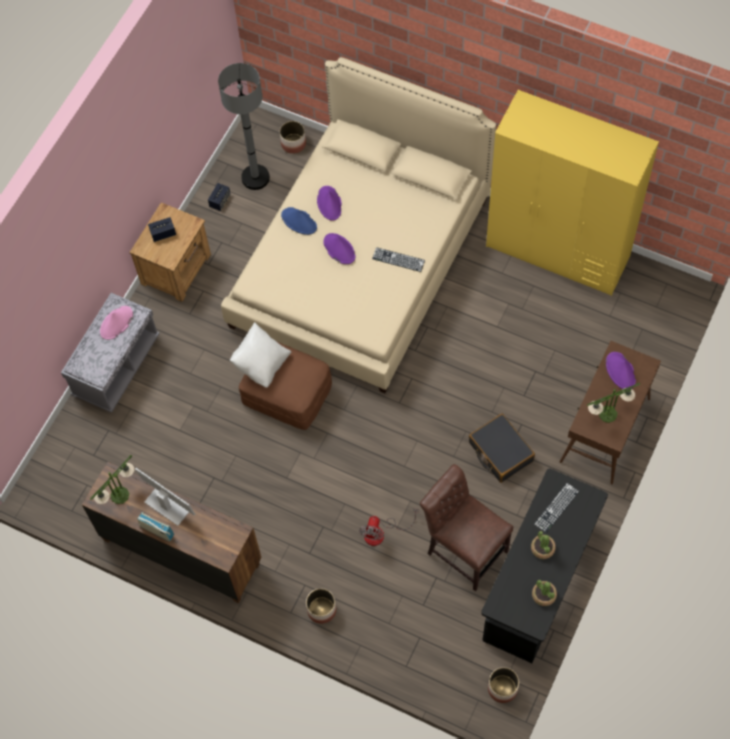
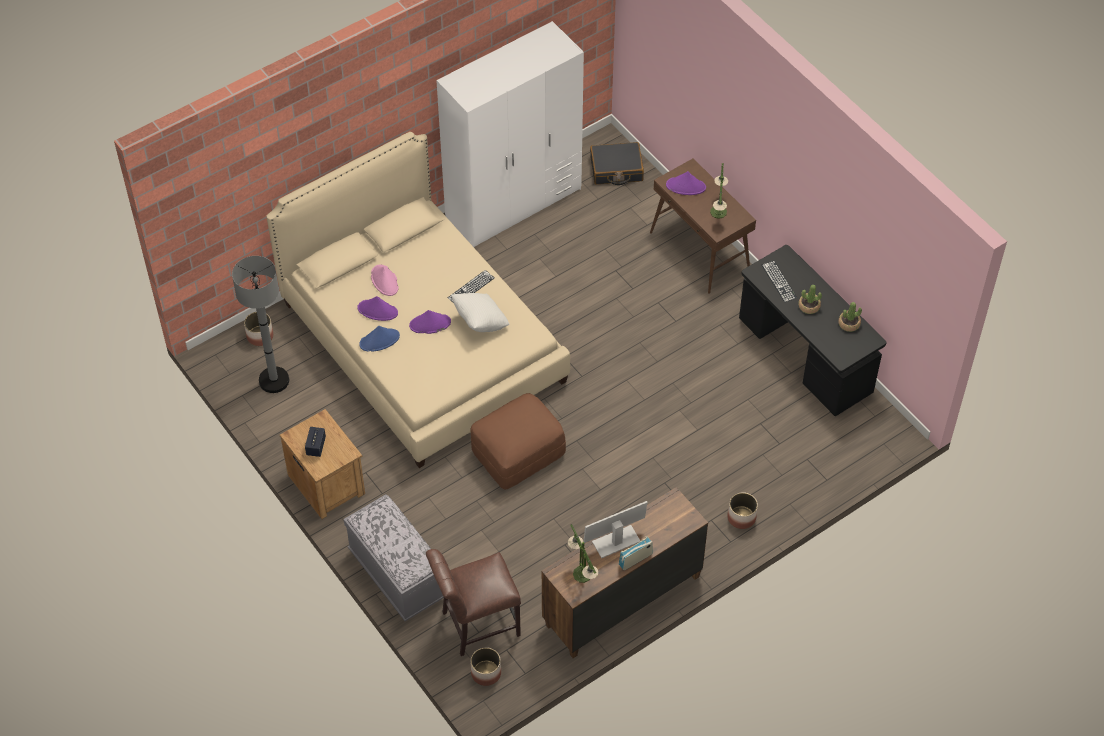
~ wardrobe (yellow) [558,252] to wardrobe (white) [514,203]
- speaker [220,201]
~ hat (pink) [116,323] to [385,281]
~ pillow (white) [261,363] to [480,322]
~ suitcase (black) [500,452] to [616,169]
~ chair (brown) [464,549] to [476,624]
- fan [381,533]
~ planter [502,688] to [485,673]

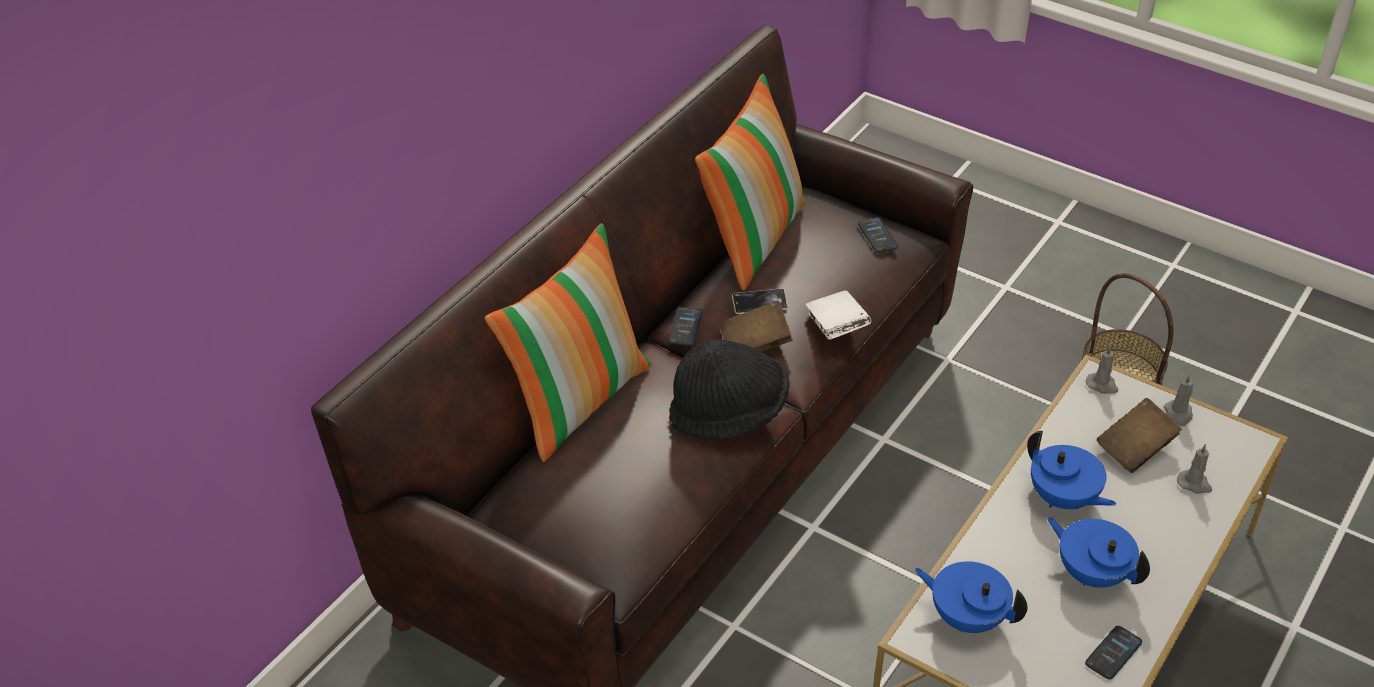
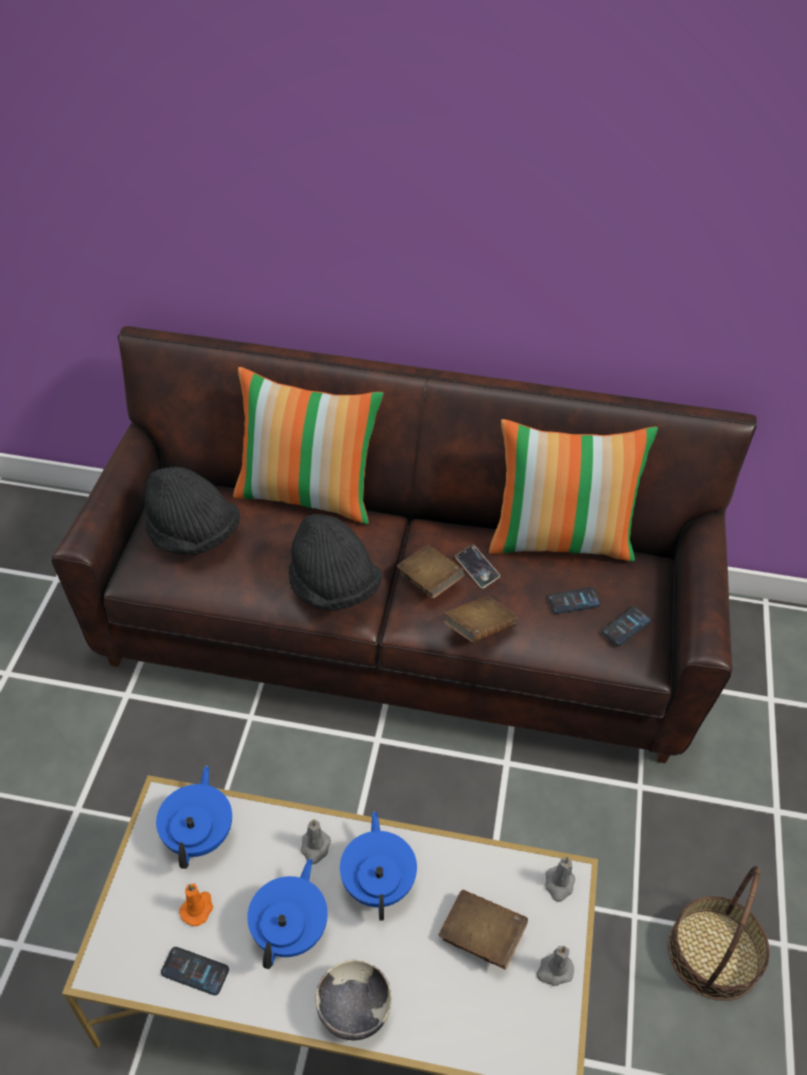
~ book (white) [836,328] to book (brown) [479,630]
~ phone [685,327] to [573,601]
~ teapot (blue) [1063,499] = [378,882] 150 degrees clockwise
~ candle (grey) [1194,484] to [315,848]
+ hat (black) [193,535]
+ candle (orange) [197,908]
+ bowl [353,1011]

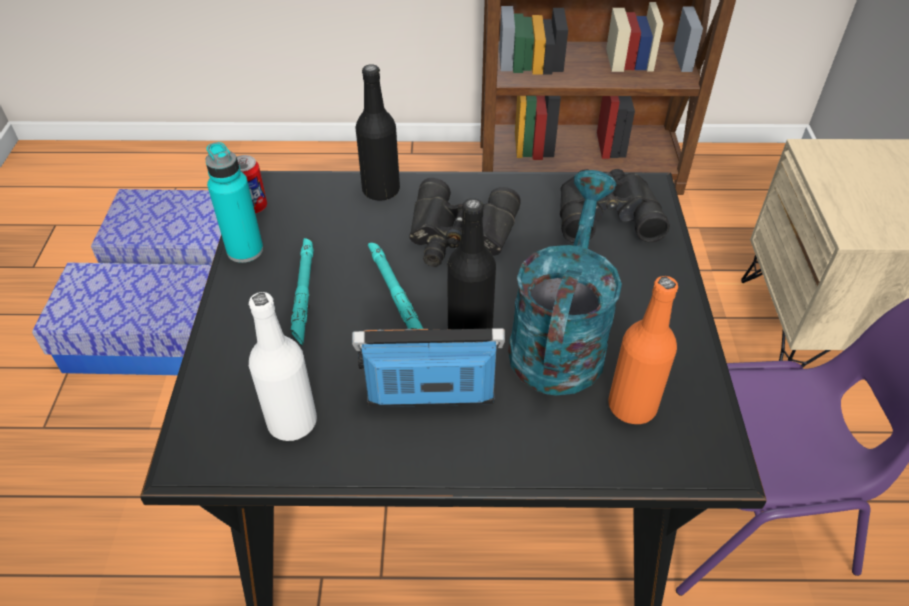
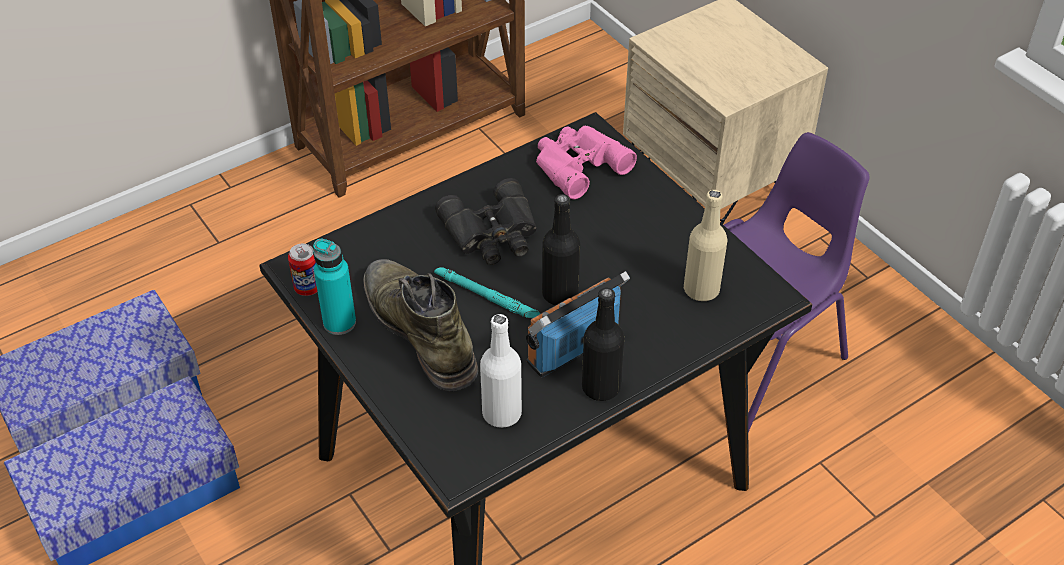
~ bottle (black) [381,190] to [601,387]
~ binoculars (black) [605,212] to binoculars (pink) [577,165]
- watering can (turquoise) [560,338]
~ flashlight (turquoise) [304,293] to boot (green) [420,330]
~ bottle (orange) [632,406] to bottle (beige) [701,289]

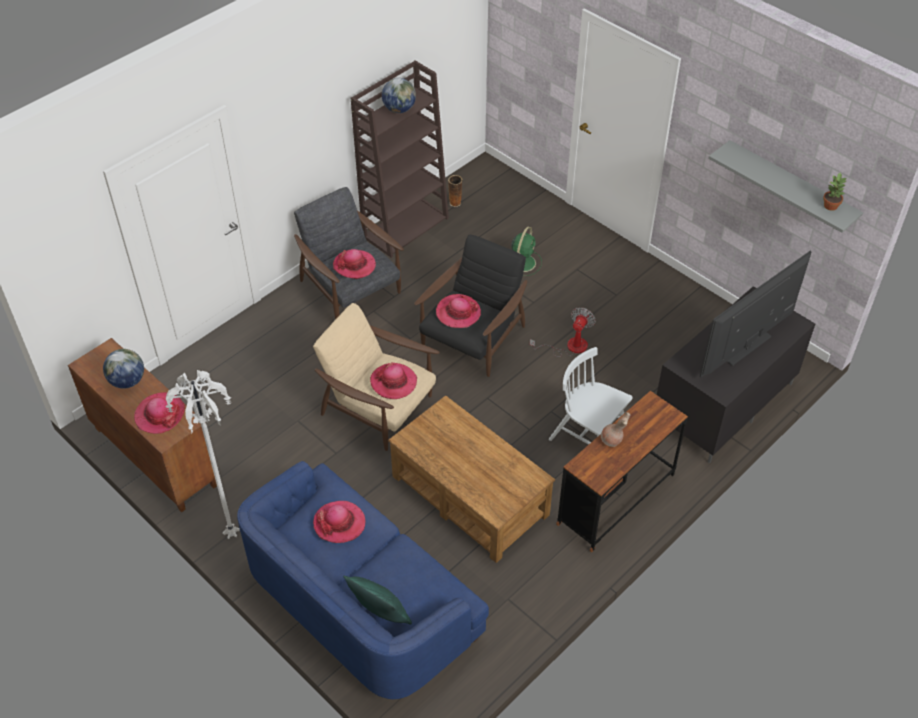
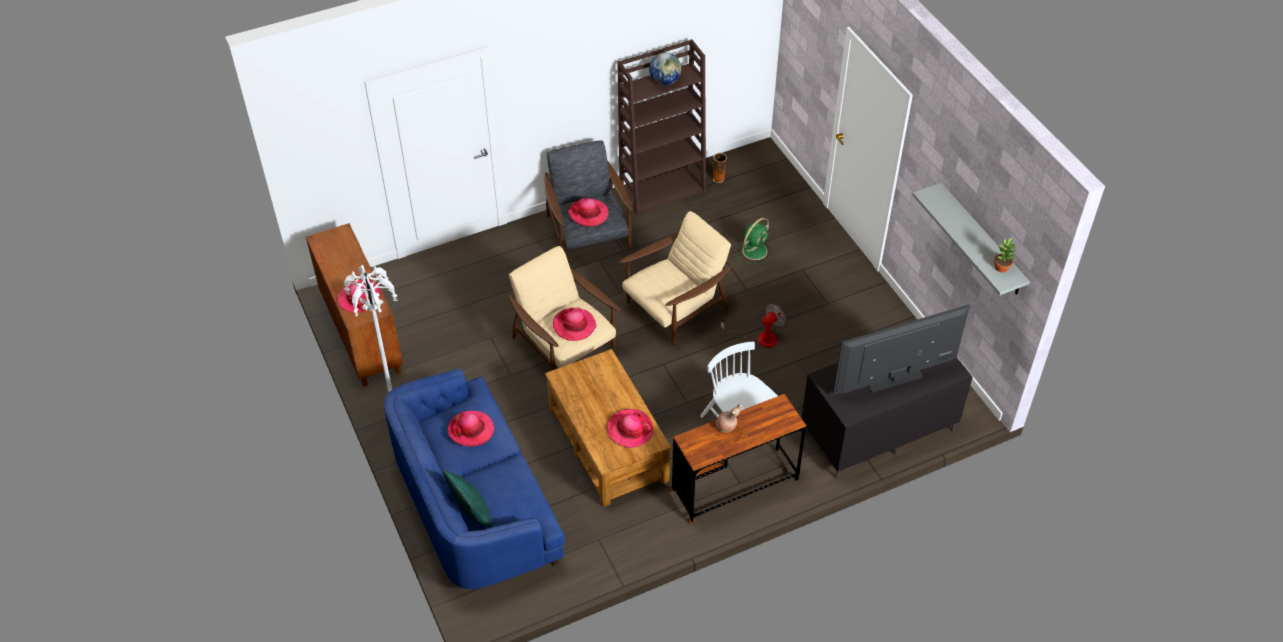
~ armchair (black) [473,339] to armchair (beige) [675,308]
~ hat [458,313] to [630,430]
- globe [127,381]

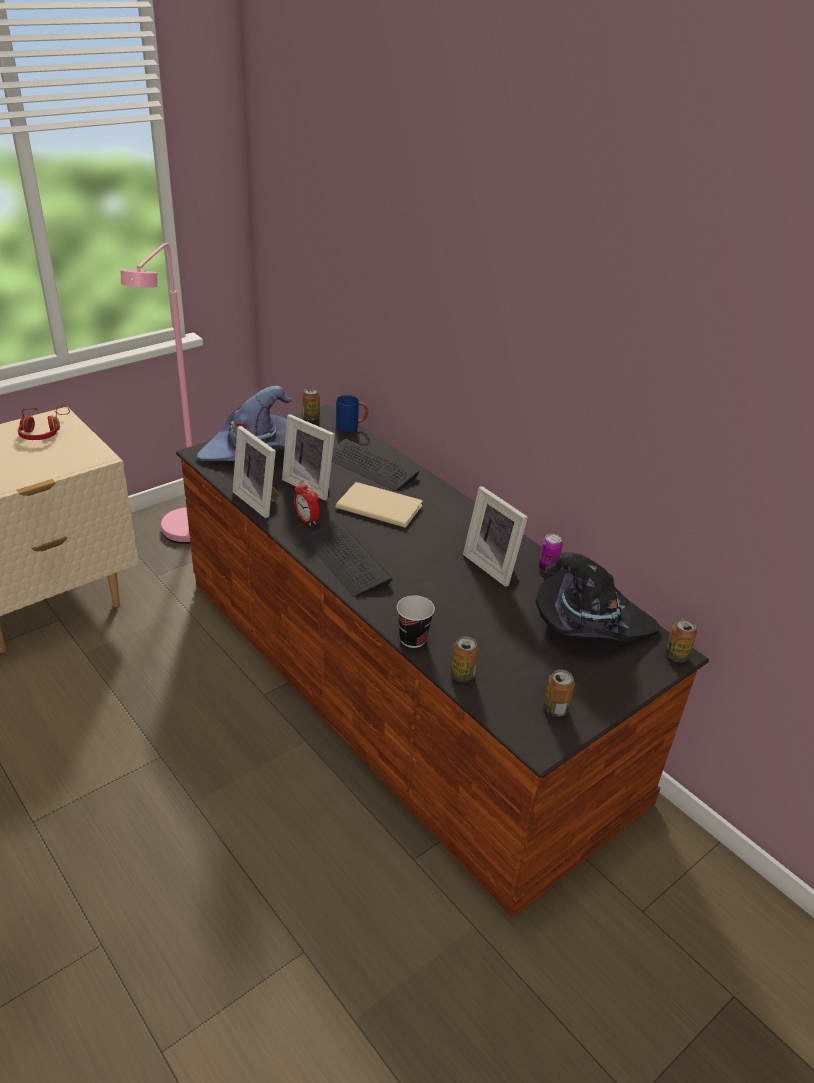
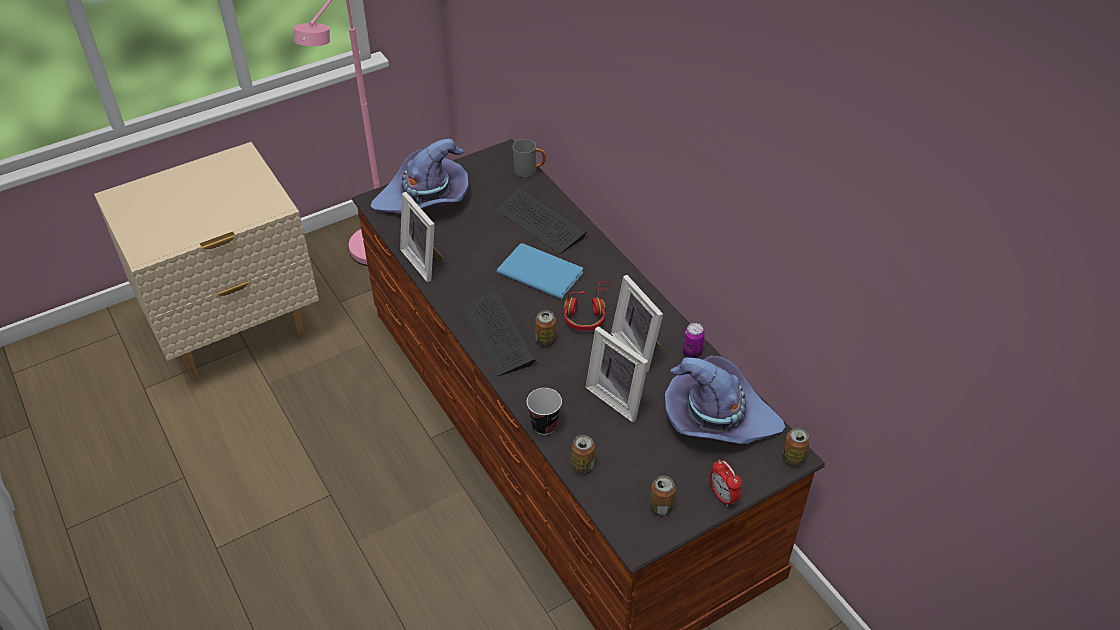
~ can [311,417] to [545,340]
~ mug (blue) [351,427] to mug (grey) [529,171]
~ headphones (red) [44,431] to [587,313]
~ picture frame [311,485] to [618,397]
~ alarm clock [307,520] to [722,496]
~ book (beige) [378,505] to book (blue) [539,270]
~ hat (black) [589,623] to hat (purple) [717,418]

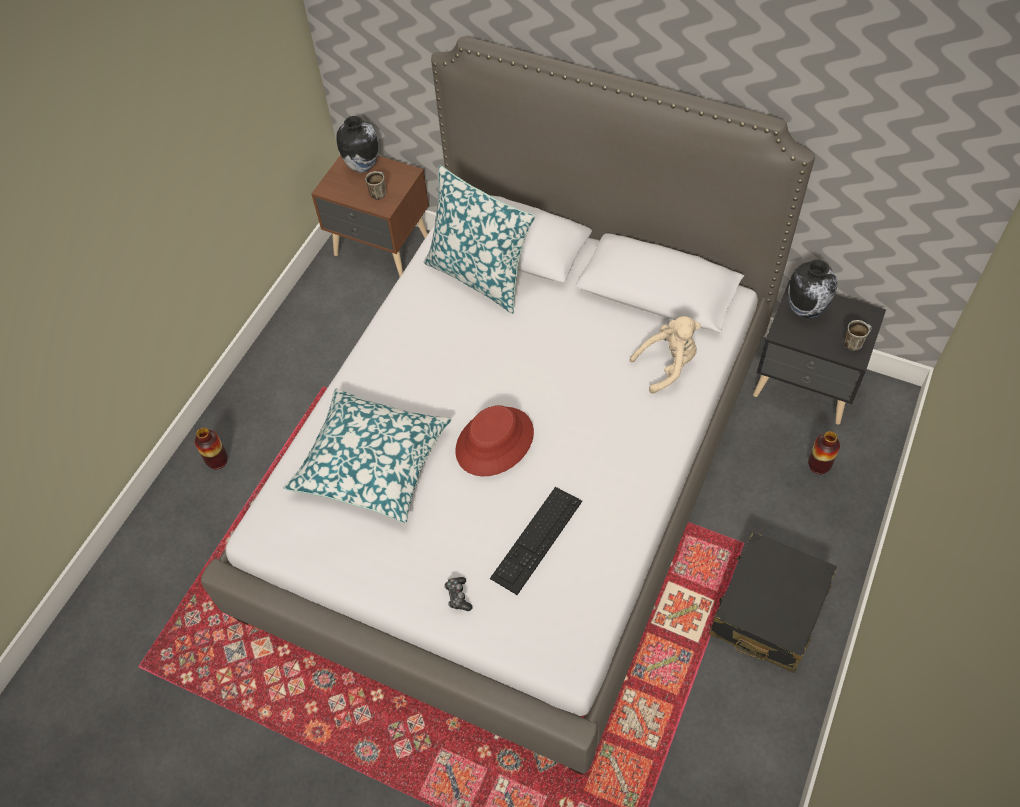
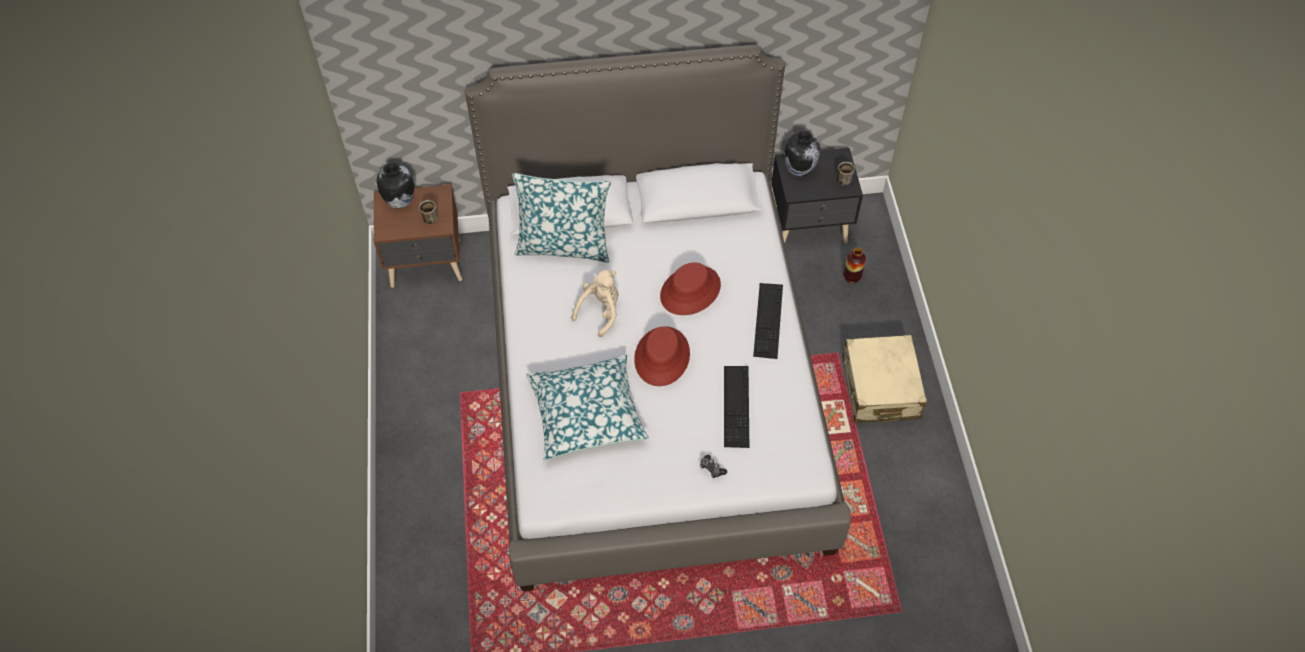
~ plush toy (beige) [667,365] to [600,311]
- vase [217,461]
~ suitcase (black) [768,610] to suitcase (beige) [880,388]
+ hat (red) [690,291]
+ keyboard [768,320]

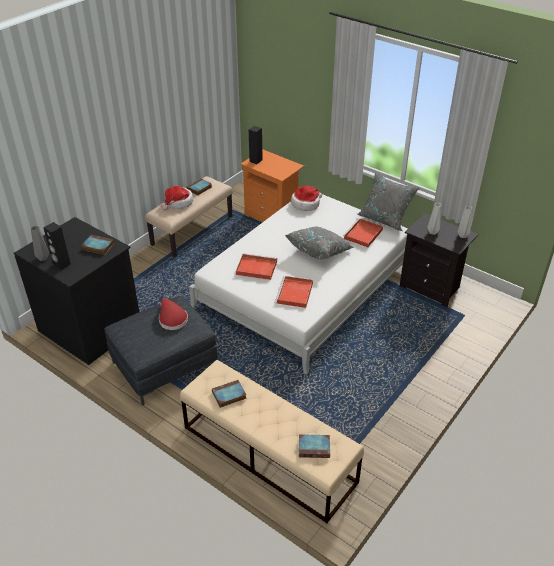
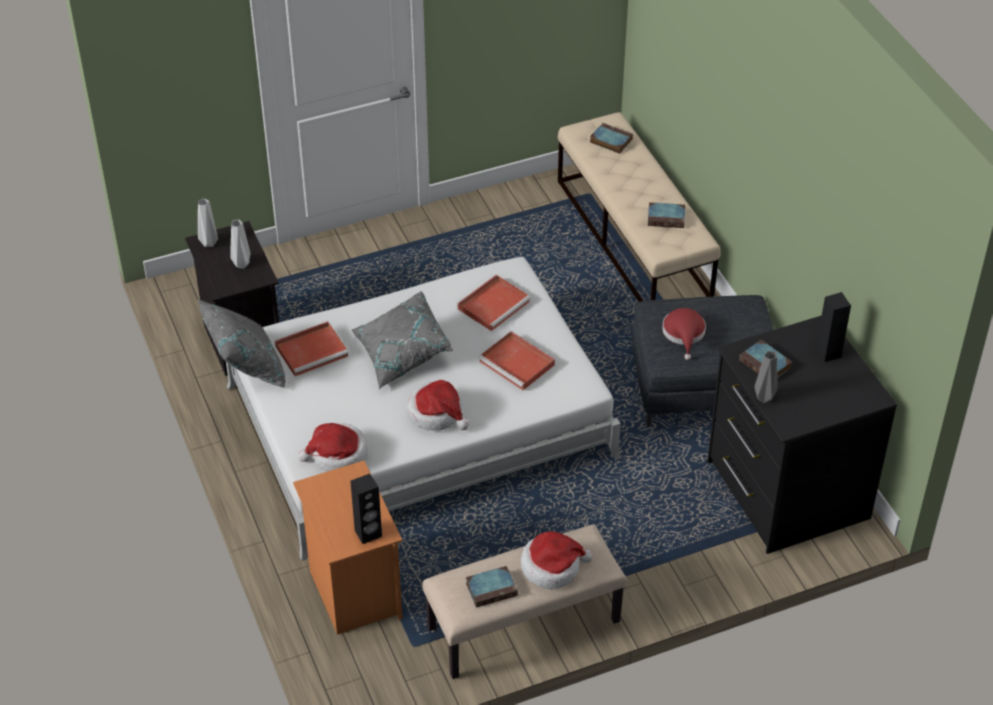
~ vase (grey) [43,258] to [764,397]
+ hat [437,413]

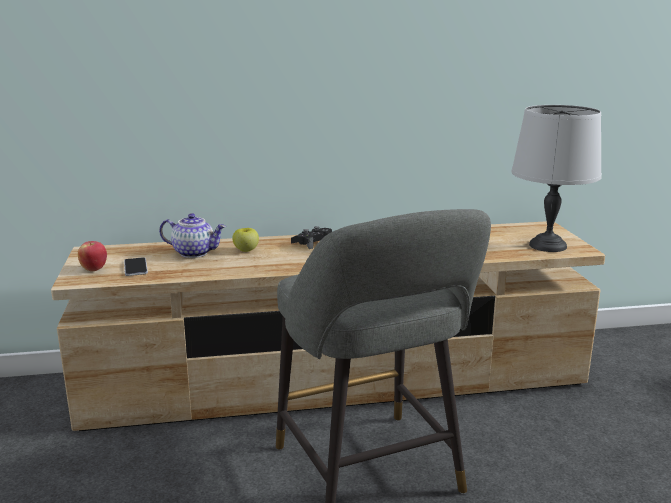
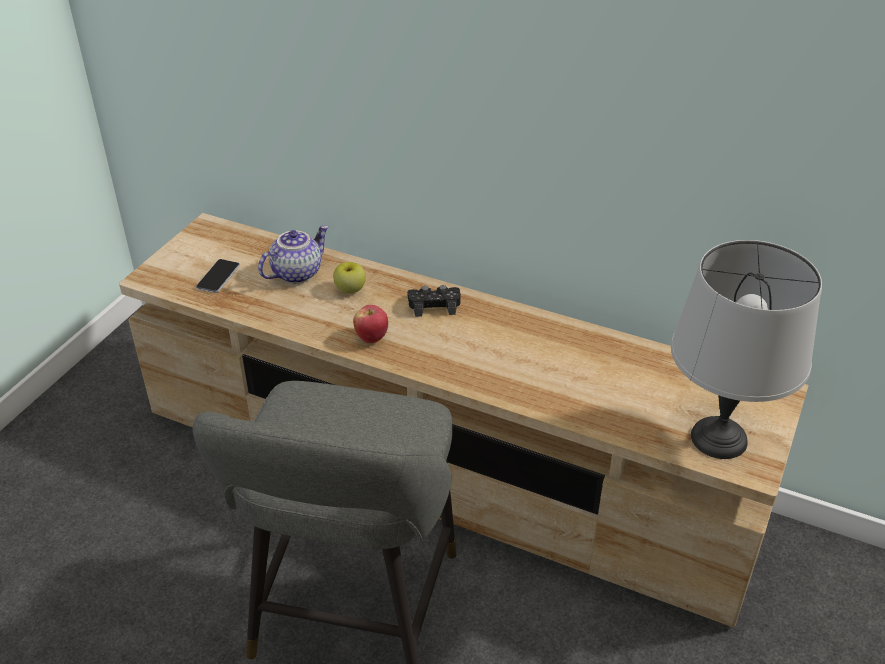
~ teapot [195,253] = [296,272] 90 degrees counterclockwise
~ apple [94,269] to [371,338]

